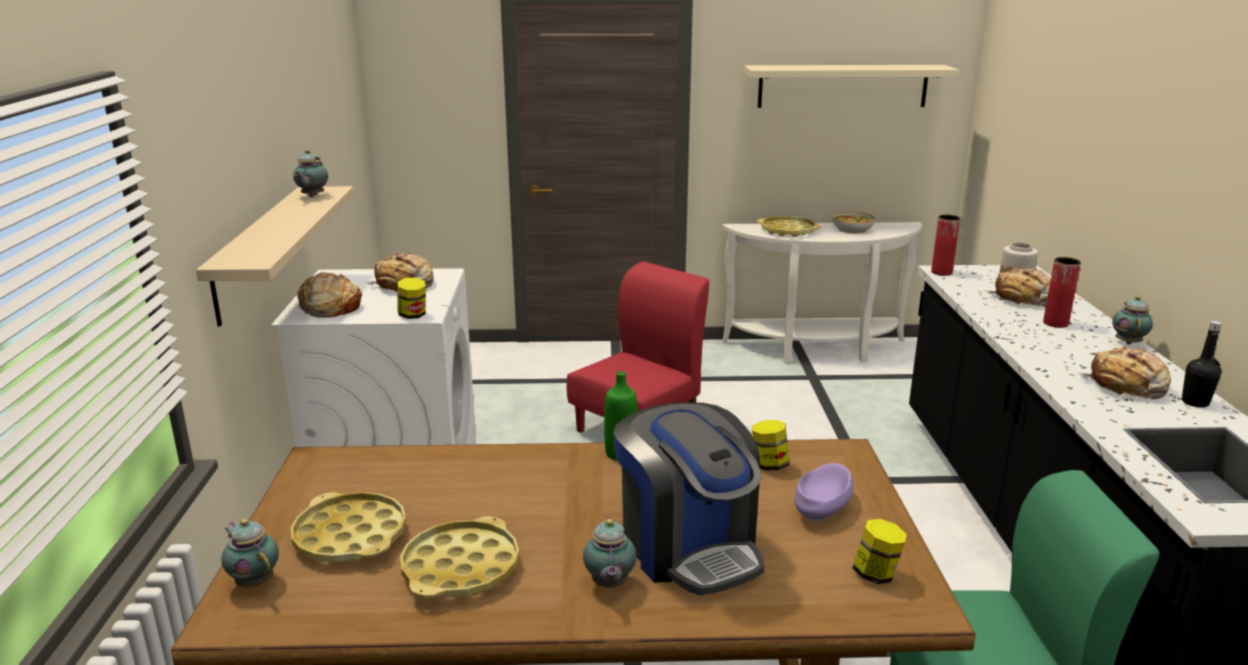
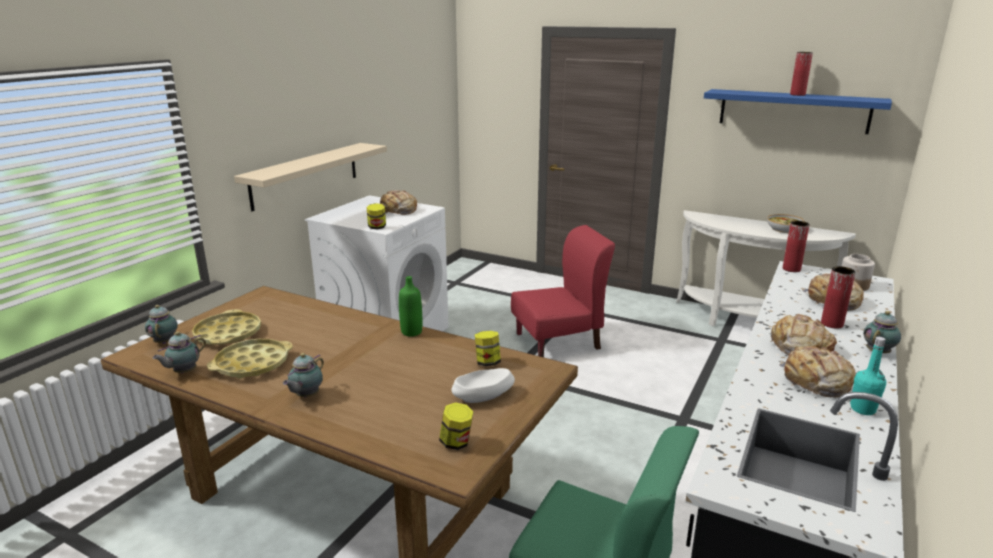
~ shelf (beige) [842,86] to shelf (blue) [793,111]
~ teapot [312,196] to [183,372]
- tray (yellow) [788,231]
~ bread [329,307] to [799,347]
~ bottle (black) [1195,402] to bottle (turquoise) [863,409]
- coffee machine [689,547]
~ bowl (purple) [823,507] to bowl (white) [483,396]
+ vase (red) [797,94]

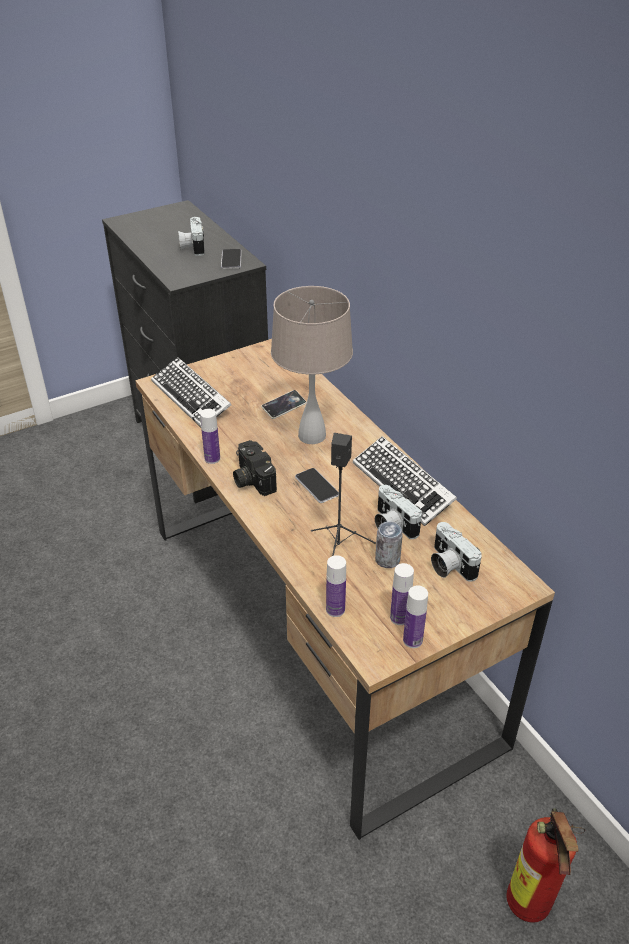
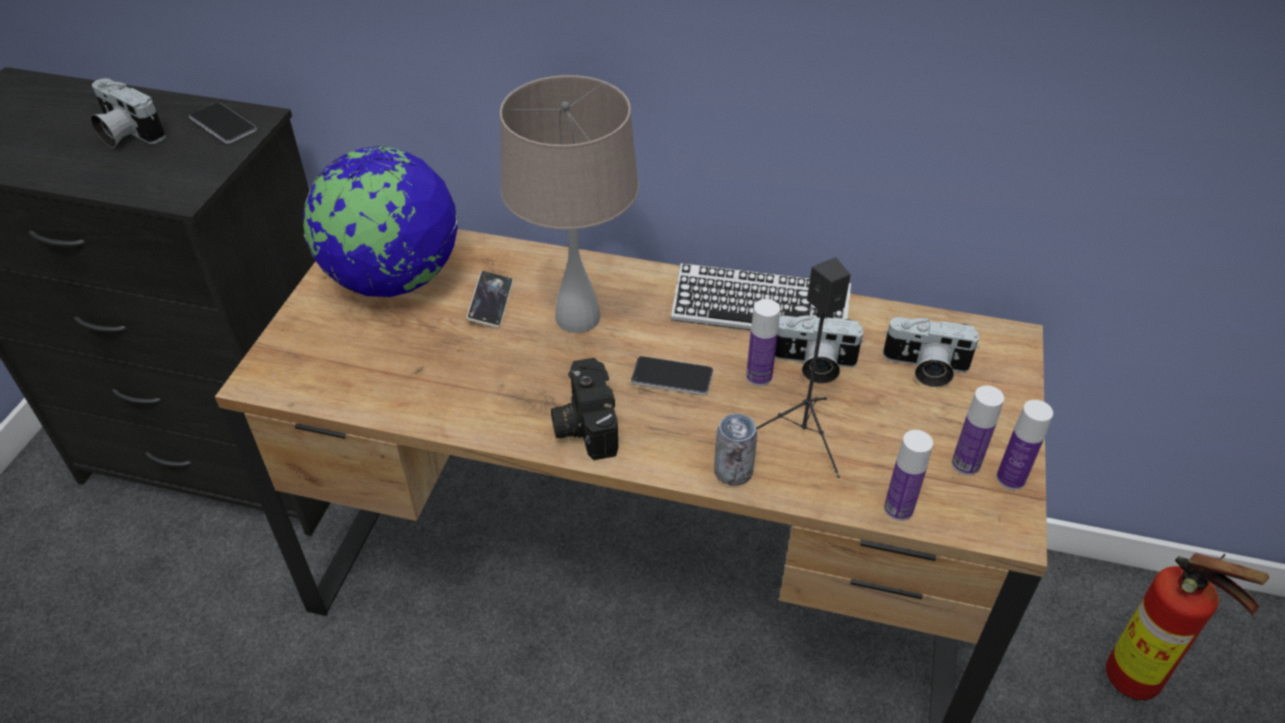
- keyboard [191,398]
~ bottle [212,458] to [759,376]
~ photo camera [251,479] = [583,423] 60 degrees clockwise
~ can [387,560] to [733,471]
+ globe [393,280]

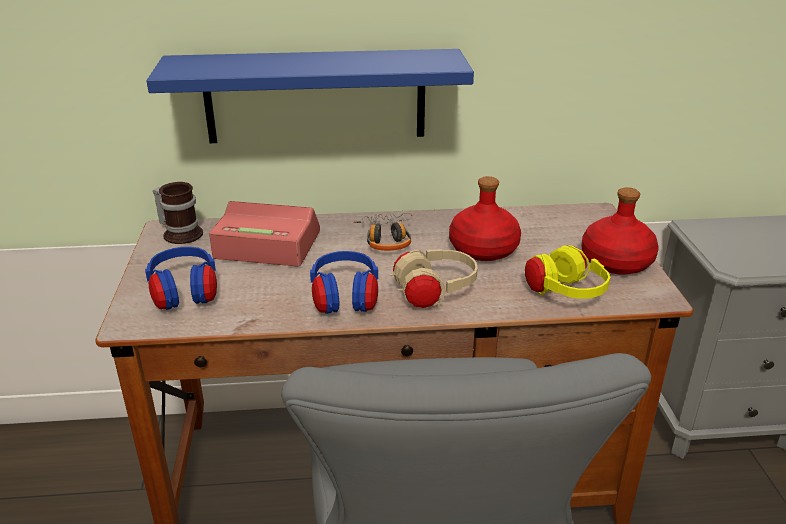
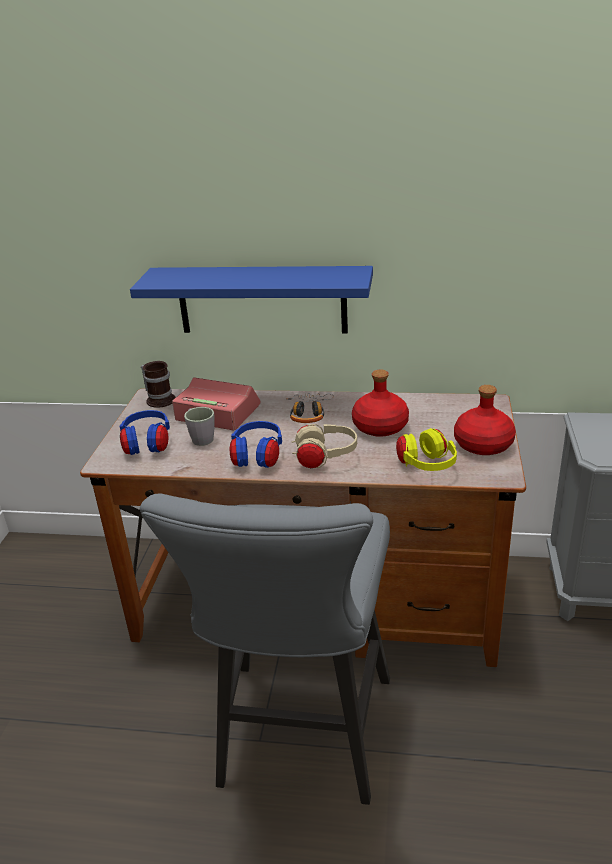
+ mug (grey) [200,438]

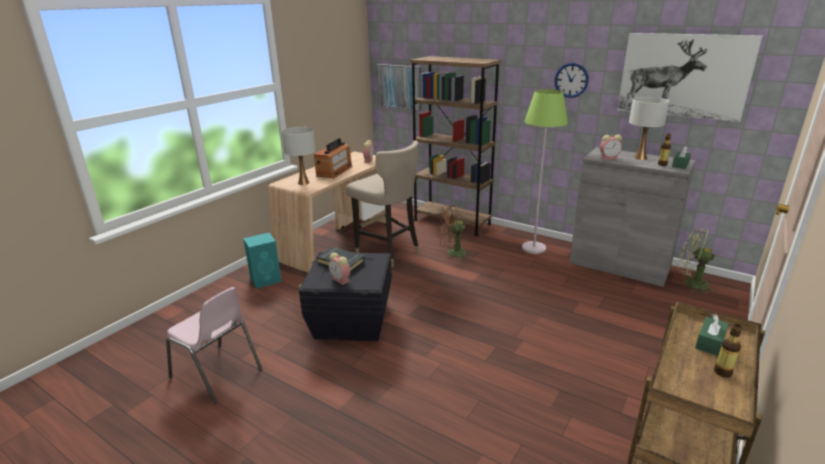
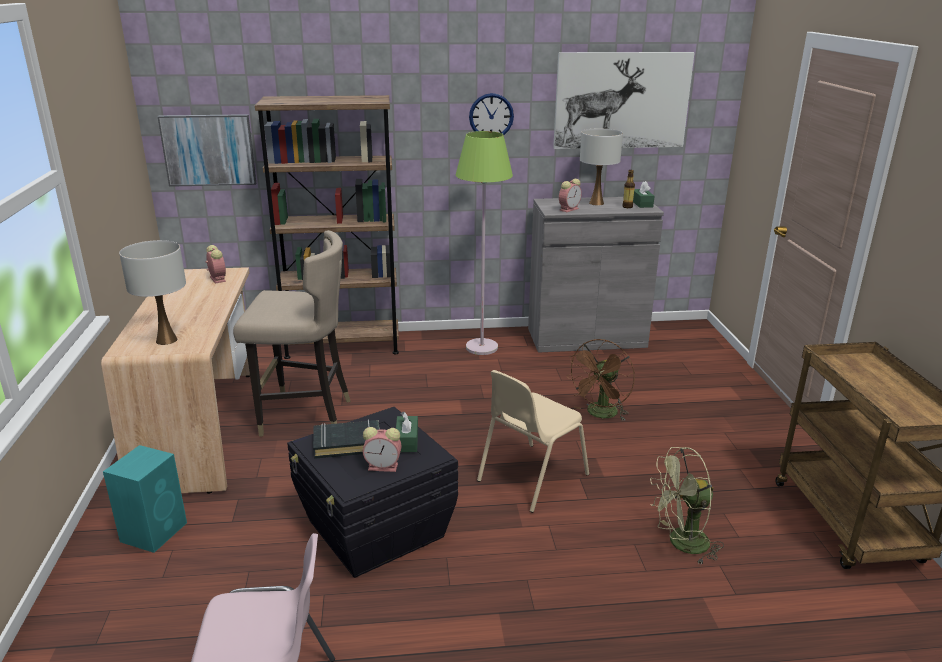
- radio [334,171]
~ fan (brown) [453,254] to [600,414]
~ fan (green) [690,283] to [681,544]
~ tissue box (green) [710,342] to [407,441]
- bottle [722,372]
+ chair (beige) [530,478]

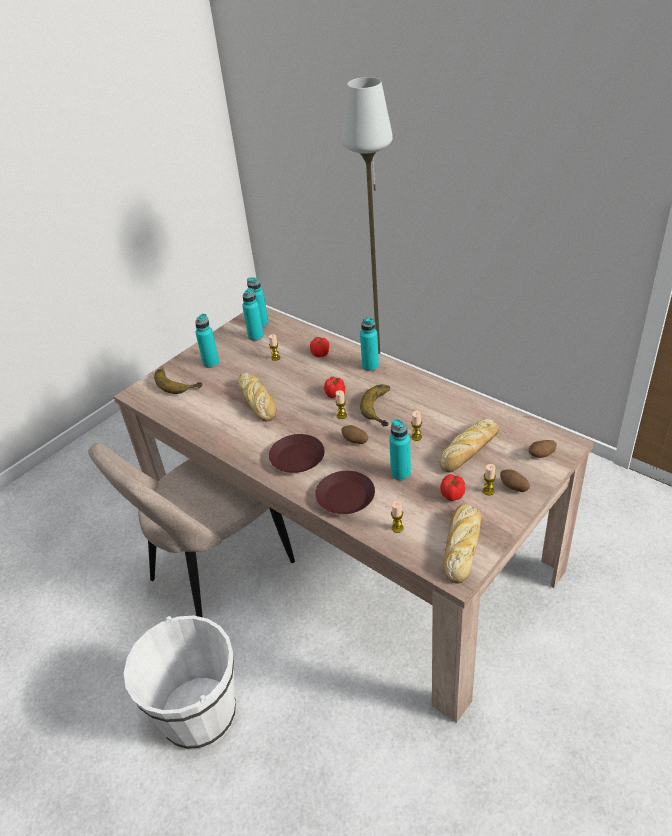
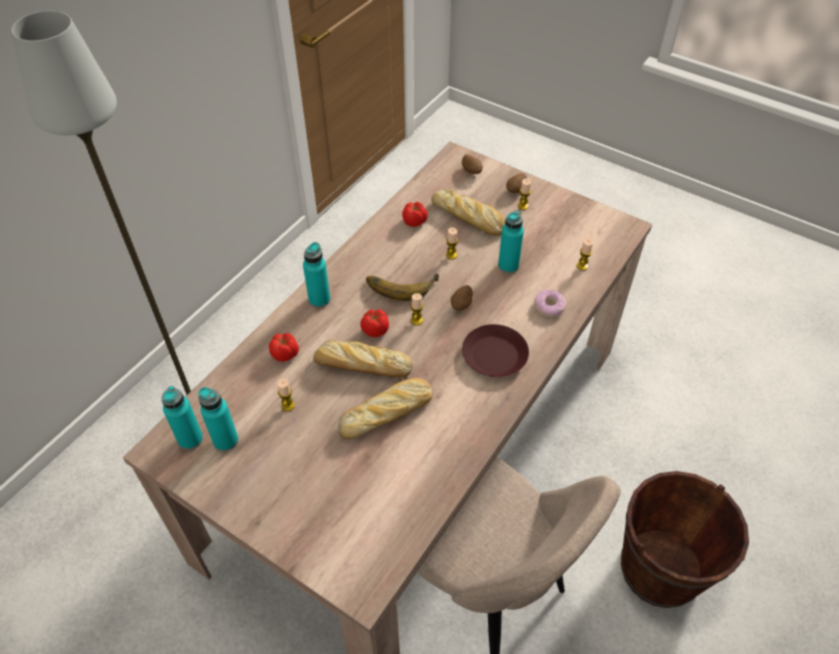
- bottle (turquoise) [211,363]
- banana [178,381]
~ plate (brown) [346,497] to donut [549,306]
~ tomato [452,495] to [415,221]
~ bread [462,545] to [361,365]
~ bucket (white) [199,714] to bucket (brown) [660,569]

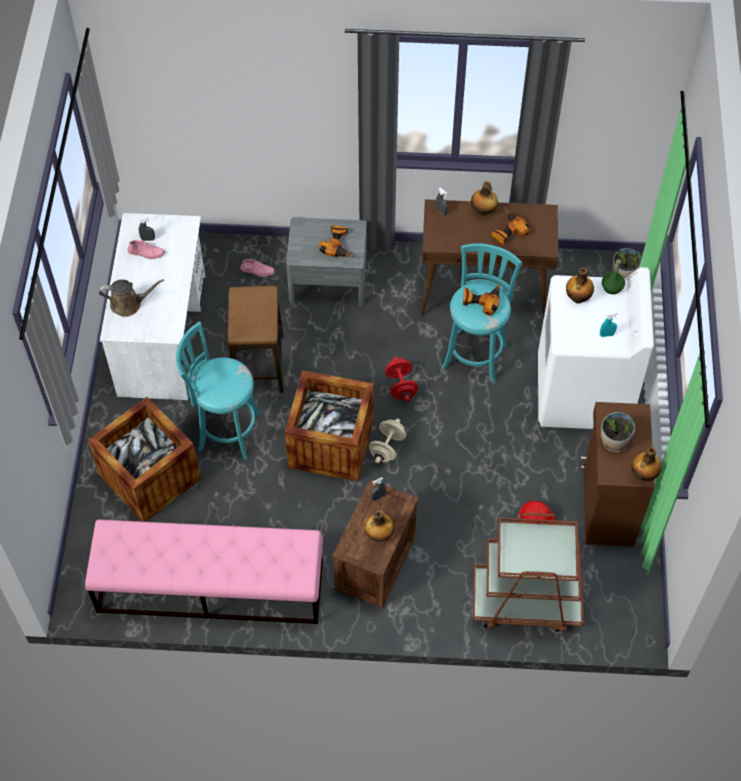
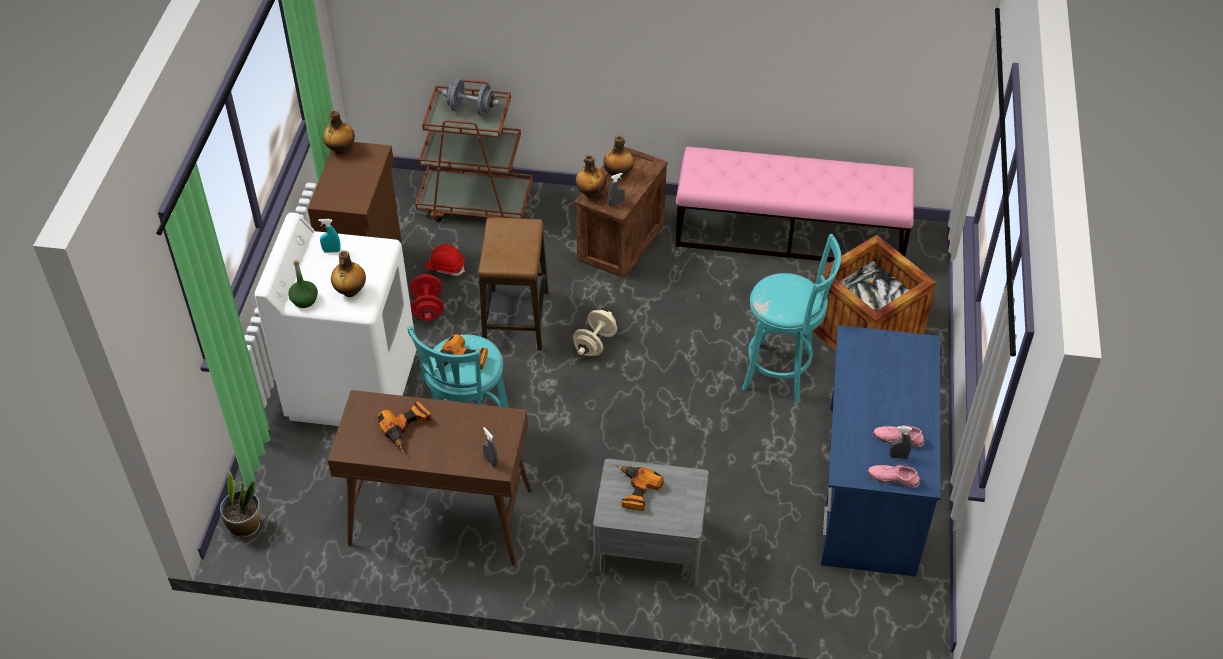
~ bottle [483,211] to [591,193]
~ desk (white) [163,335] to desk (blue) [870,489]
~ shoe (pink) [257,270] to [893,478]
- watering can (brown) [129,304]
~ stool [259,364] to [516,319]
~ dumbbell (red) [401,386] to [428,308]
- crate [331,444]
- potted plant [614,441]
+ dumbbell (grey) [471,110]

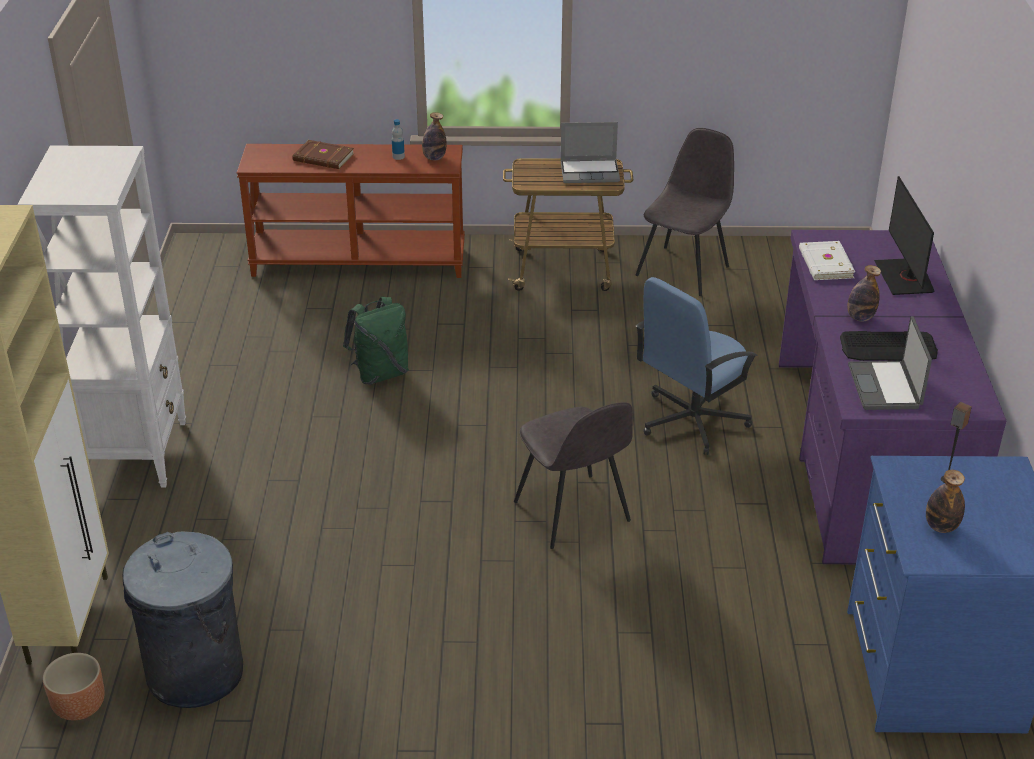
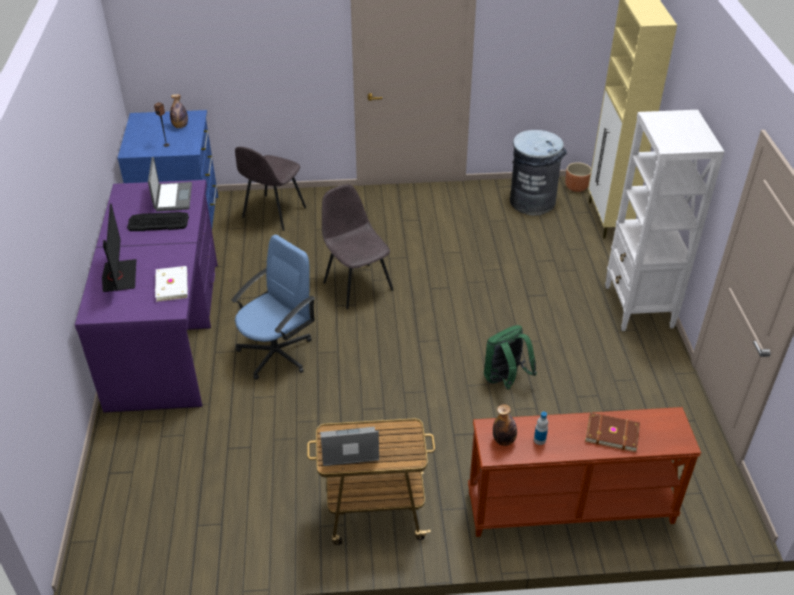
~ chair (grey) [683,270] to [273,213]
- bottle [860,317]

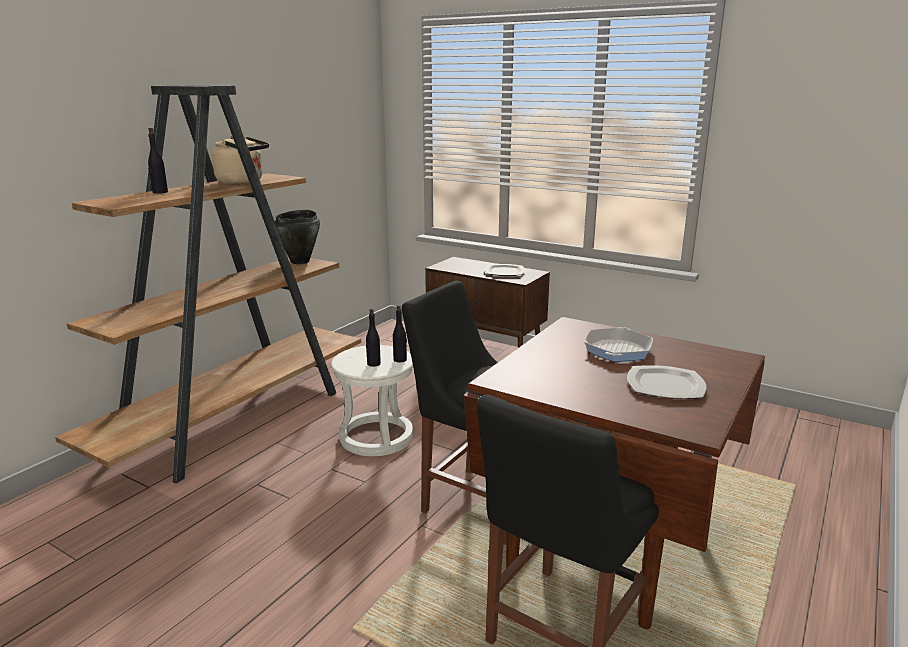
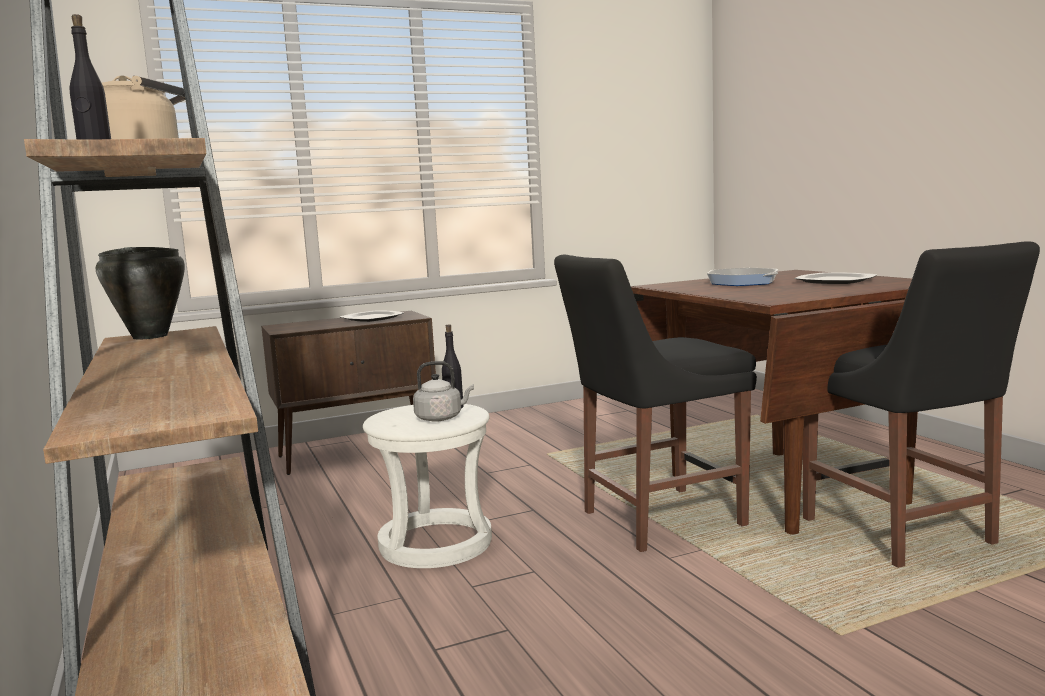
~ bottle (black) [373,364] to kettle (grey) [441,418]

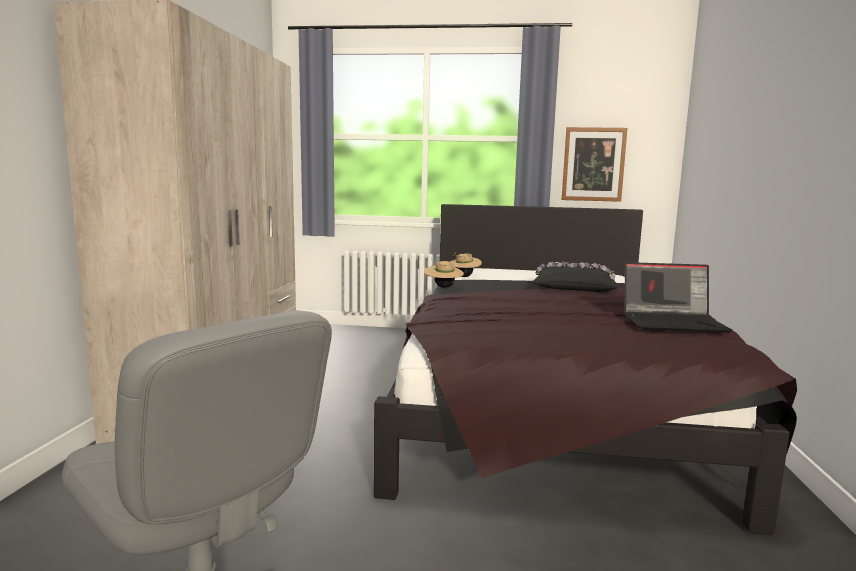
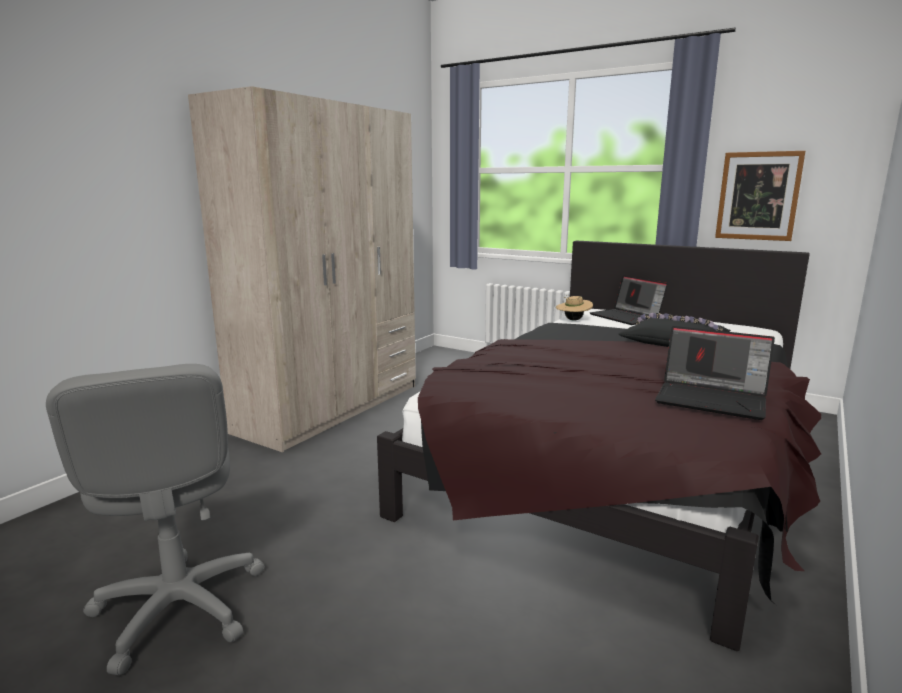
- hat (beige) [443,287]
+ laptop [627,317]

